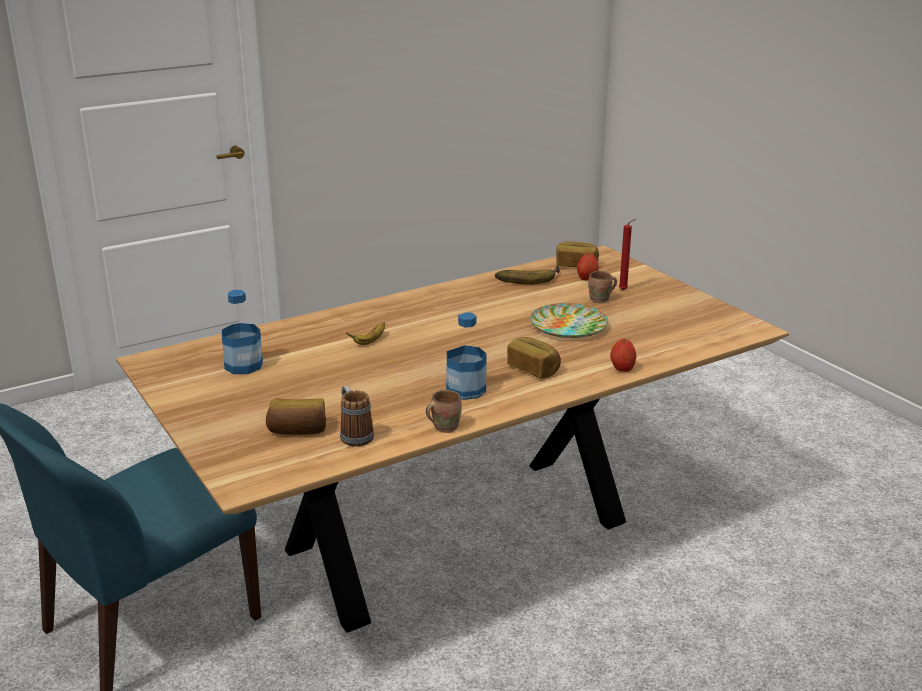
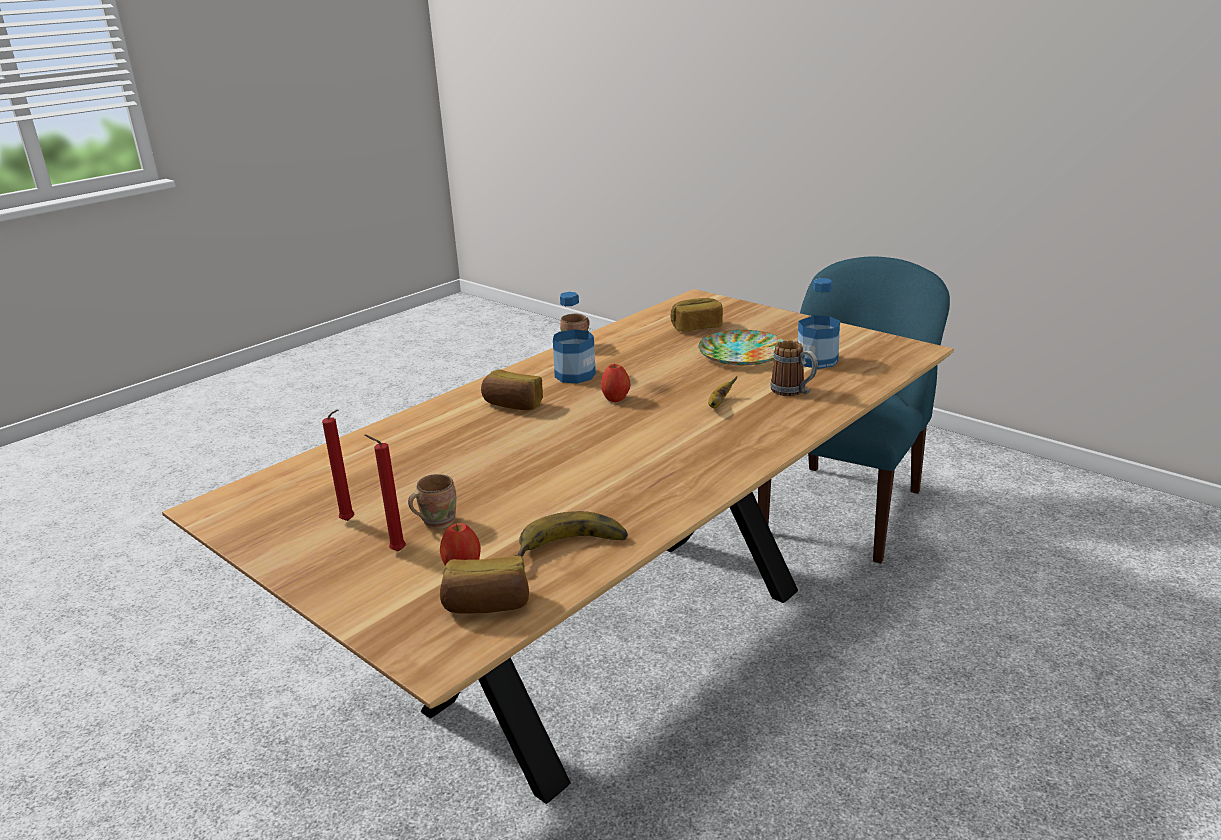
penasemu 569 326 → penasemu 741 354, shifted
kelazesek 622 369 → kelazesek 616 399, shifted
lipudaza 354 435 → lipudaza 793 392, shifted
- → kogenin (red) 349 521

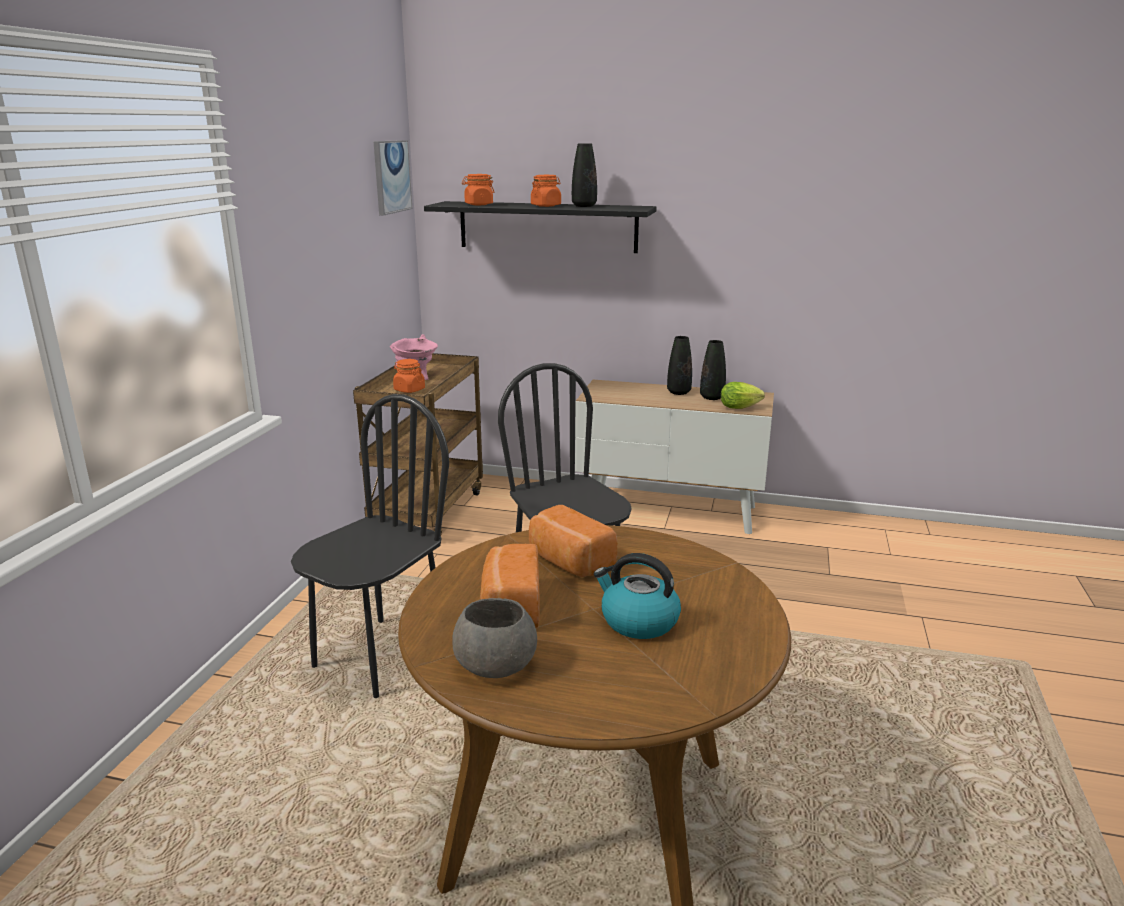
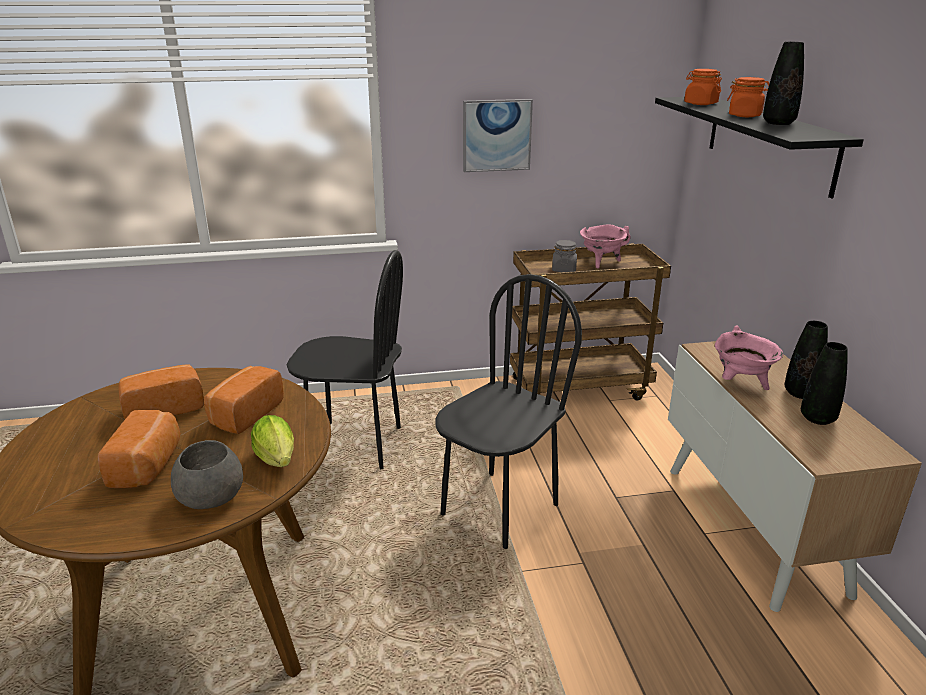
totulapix 391 176 → totulapix 496 135, shifted
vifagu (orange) 409 390 → vifagu (grey) 564 269
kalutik 741 407 → kalutik 278 461, shifted
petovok 638 621 → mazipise 148 466
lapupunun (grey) 494 664 → lapupunun (grey) 211 496, shifted
- → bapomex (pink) 741 384

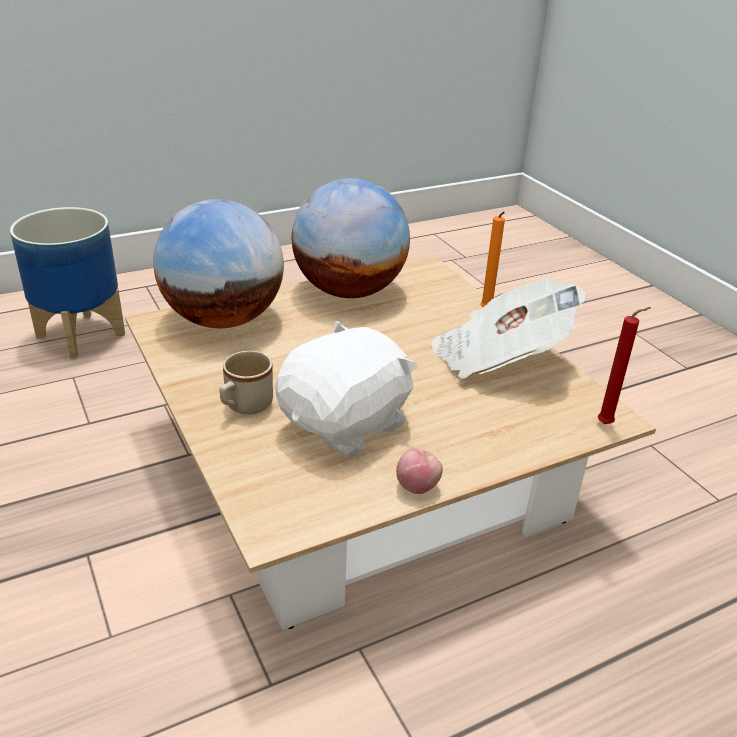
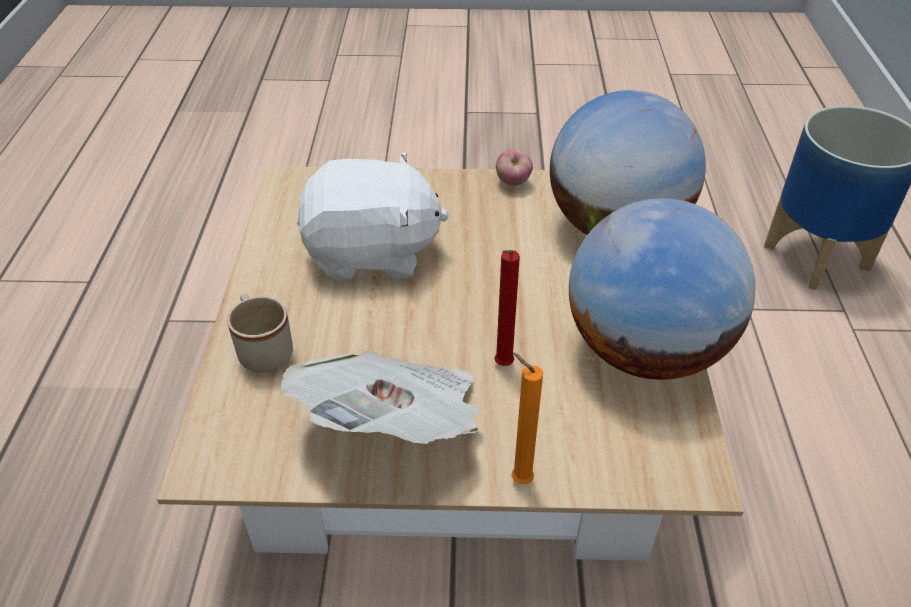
kogenin (red) 607 424 → kogenin (red) 502 366, shifted
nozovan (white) 347 425 → nozovan (white) 372 253, 75 degrees counterclockwise
lipudaza (beige) 244 406 → lipudaza (beige) 263 349, shifted
kelazesek 417 487 → kelazesek 513 183, shifted

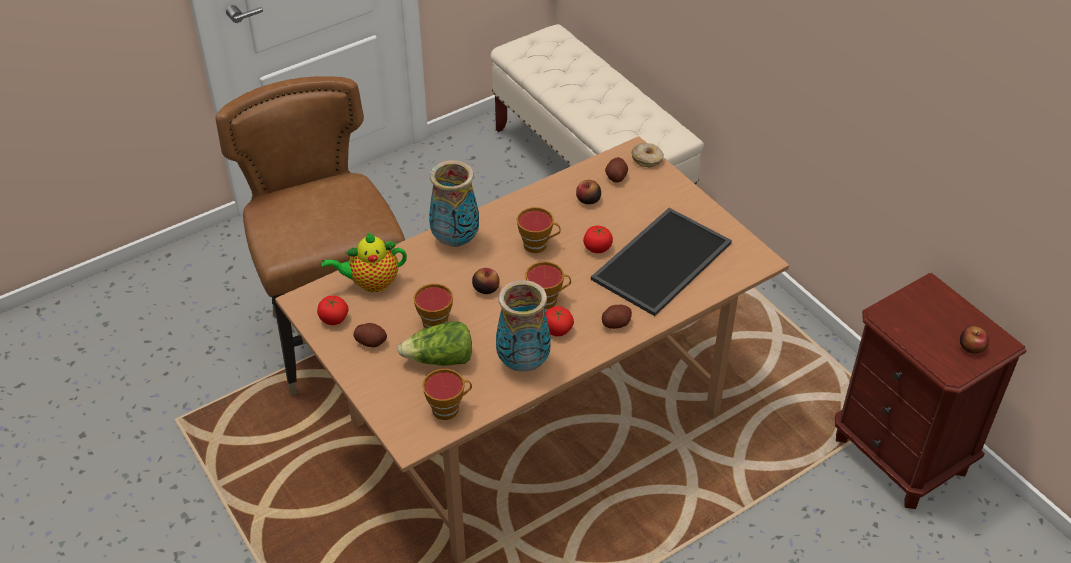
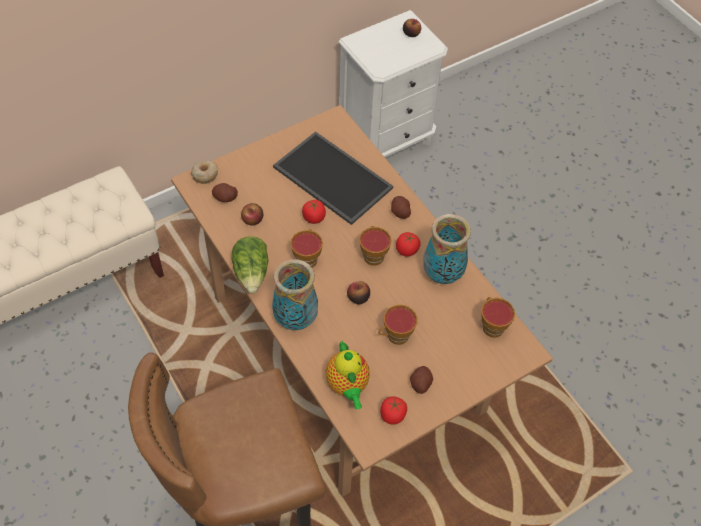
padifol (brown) 900 455 → padifol (white) 387 139
kalutik 440 359 → kalutik 252 273, shifted

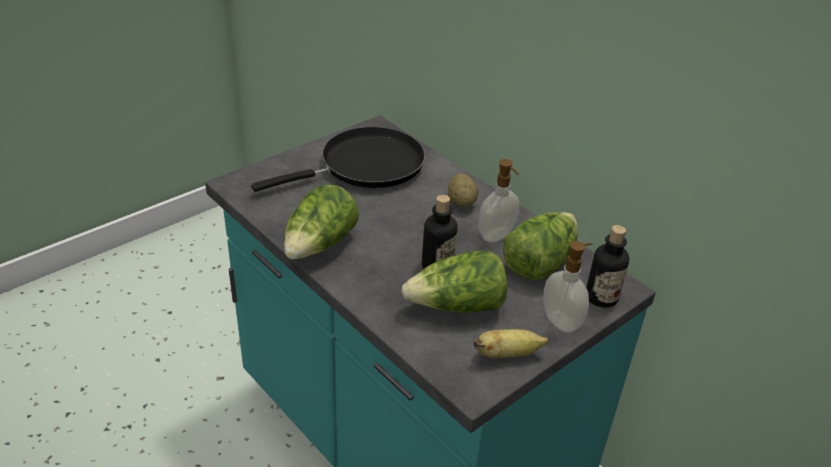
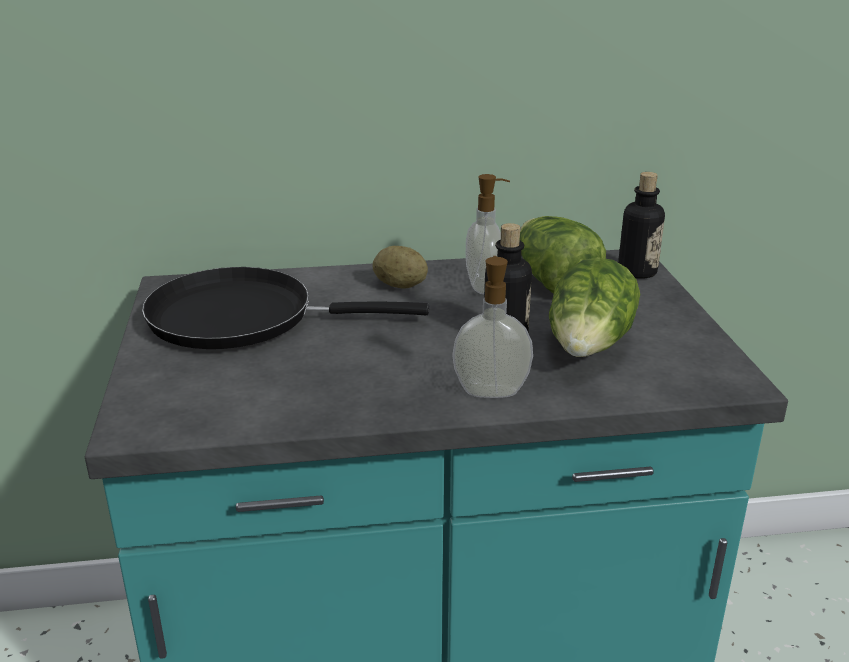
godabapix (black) 365 166 → godabapix (black) 243 318, 90 degrees counterclockwise
kalutik 320 245 → -
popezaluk 562 321 → popezaluk 491 390, shifted
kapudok 507 355 → -

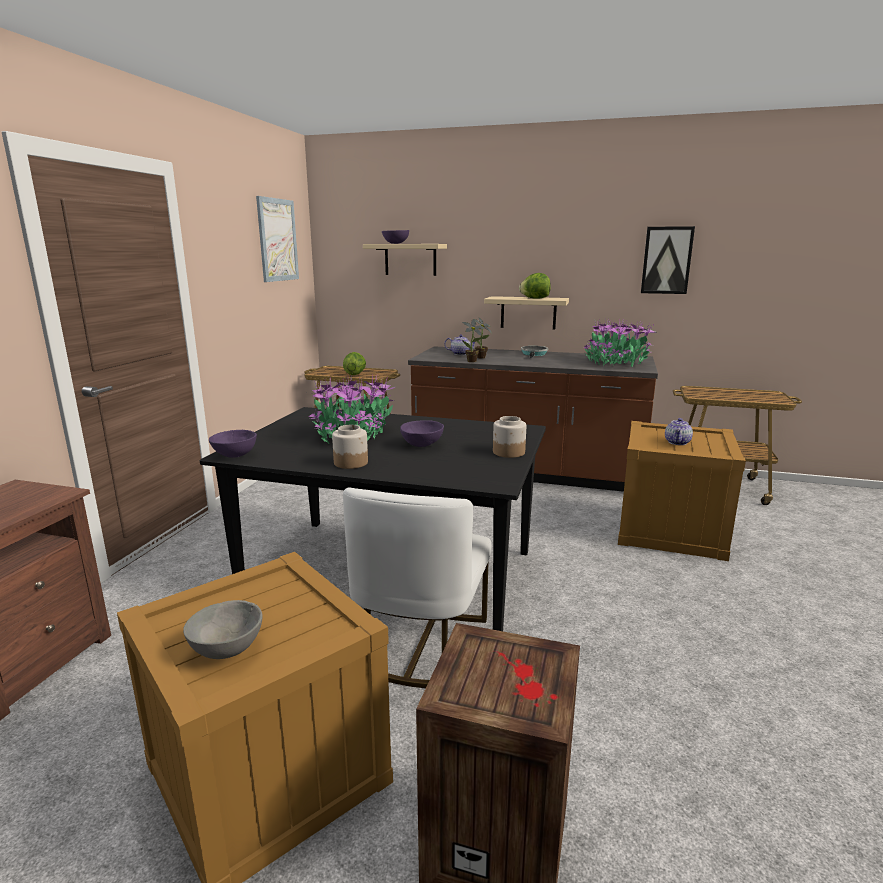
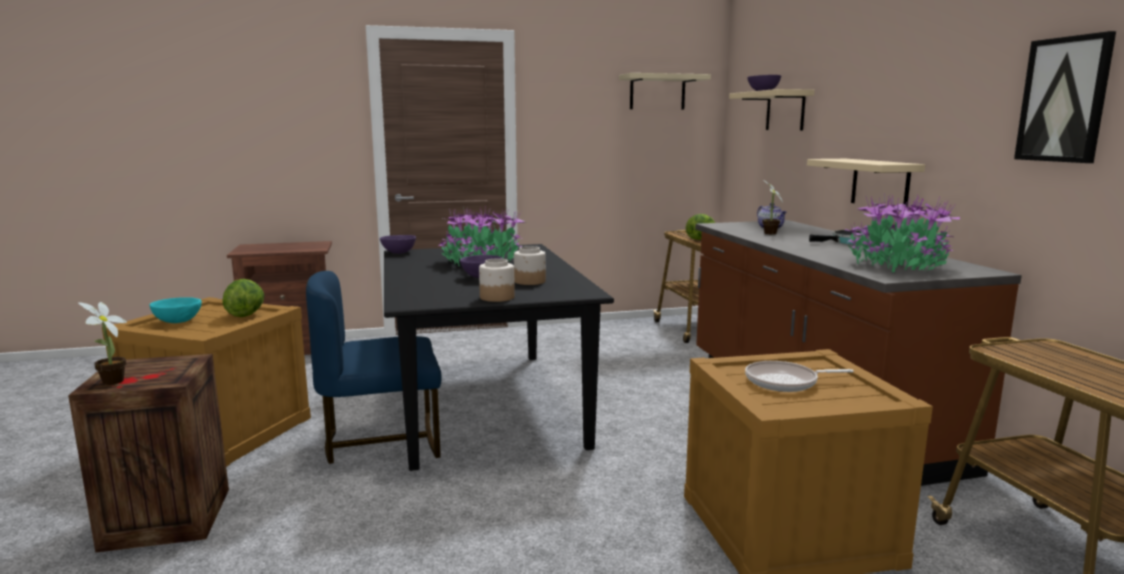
totulapix 277 240 → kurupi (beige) 657 92
kalutik 535 298 → kalutik 245 315, shifted
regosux 473 361 → regosux 110 383, shifted
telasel 677 442 → godabapix 785 382
vifagu 351 462 → vifagu 530 281, shifted
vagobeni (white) 421 645 → vagobeni (blue) 382 441
lapupunun (grey) 226 649 → lapupunun (turquoise) 177 321

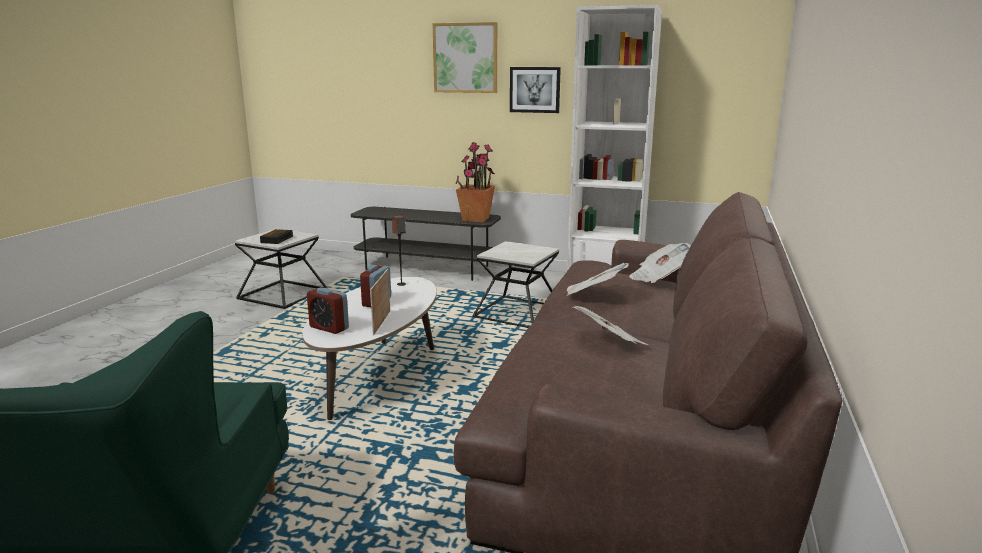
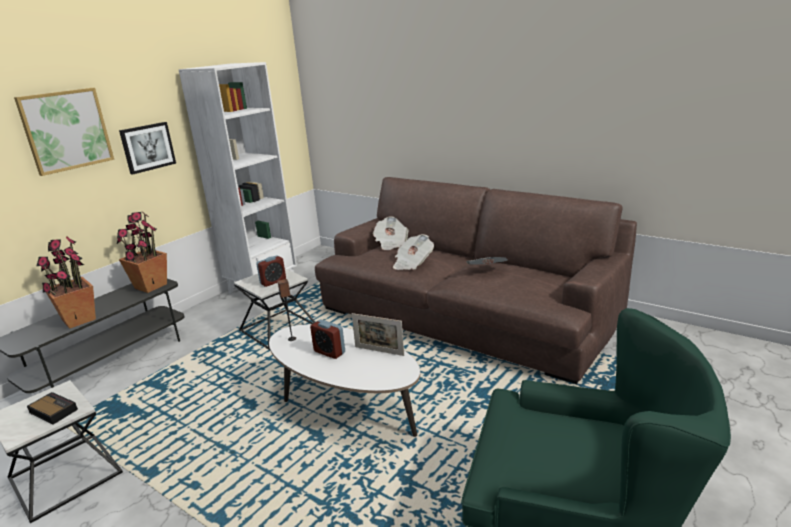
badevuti 329 328 → badevuti 273 282, shifted
- → regosux 78 320

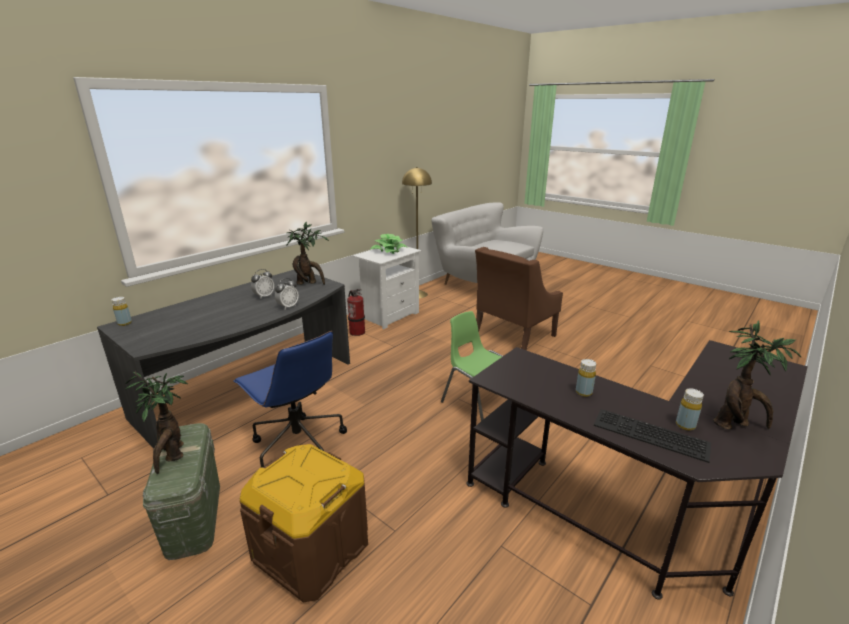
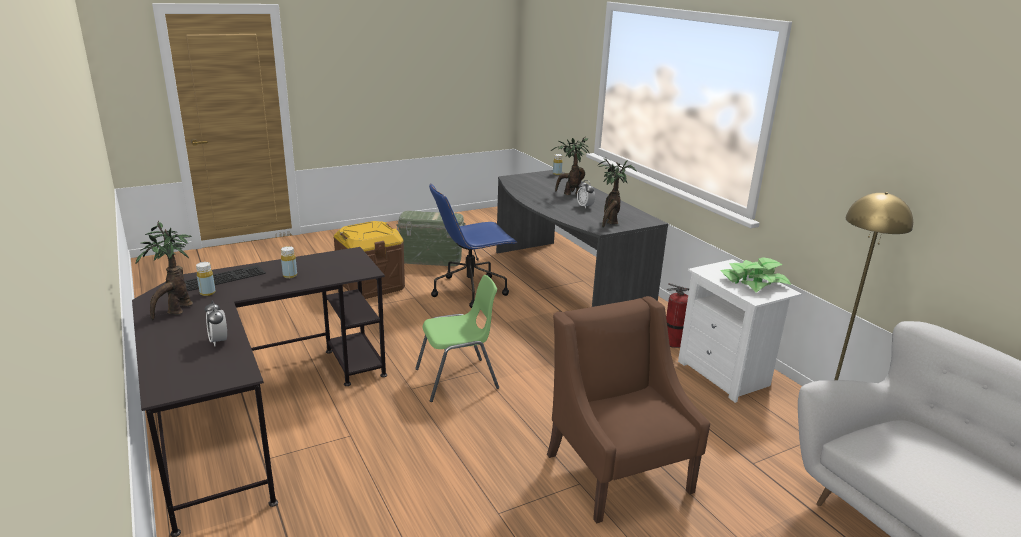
badevuti 288 306 → badevuti 219 341, shifted
regosux 172 456 → regosux 570 194, shifted

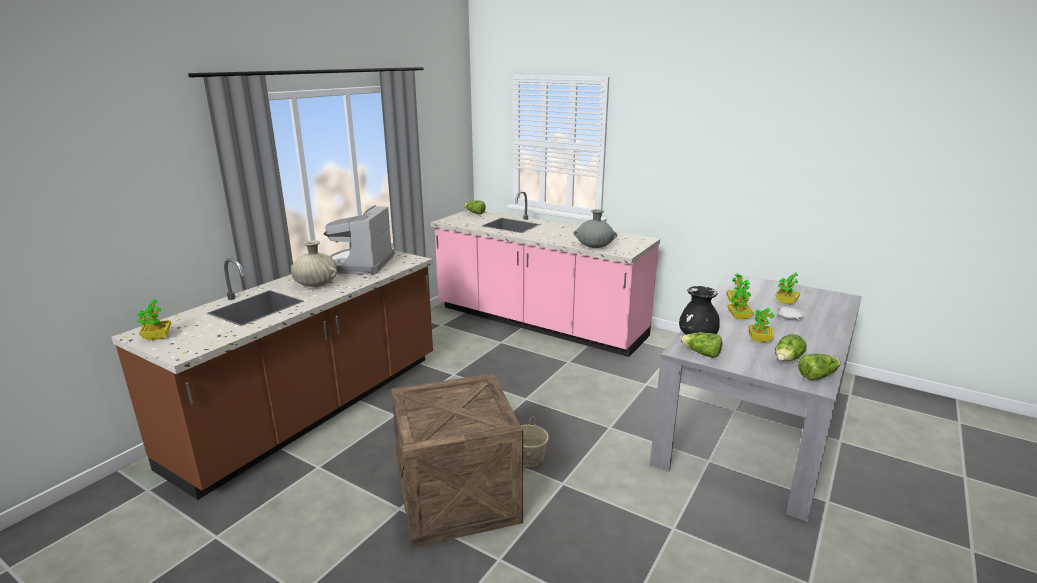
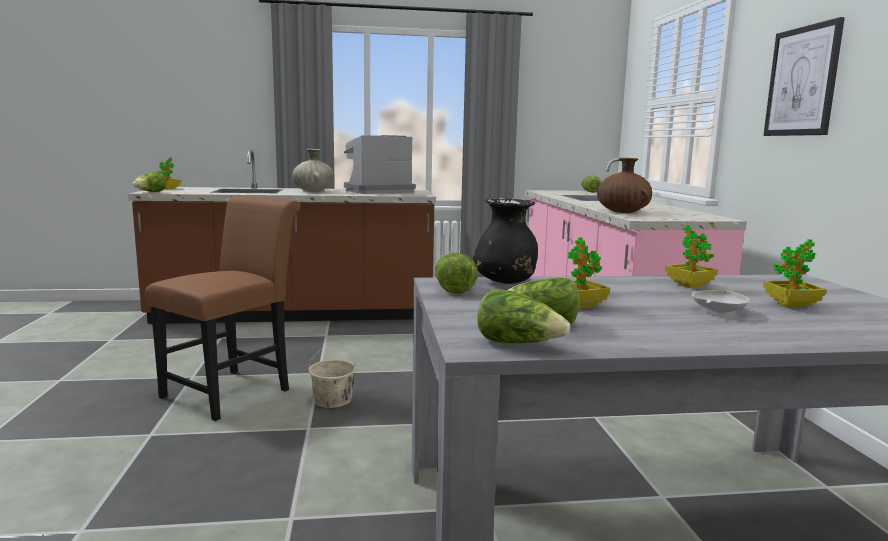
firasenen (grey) 594 246 → firasenen (brown) 622 212
regosux 739 317 → -
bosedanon 458 496 → vagobeni (brown) 233 391
- → totulapix 802 81
- → kalutik 150 192

